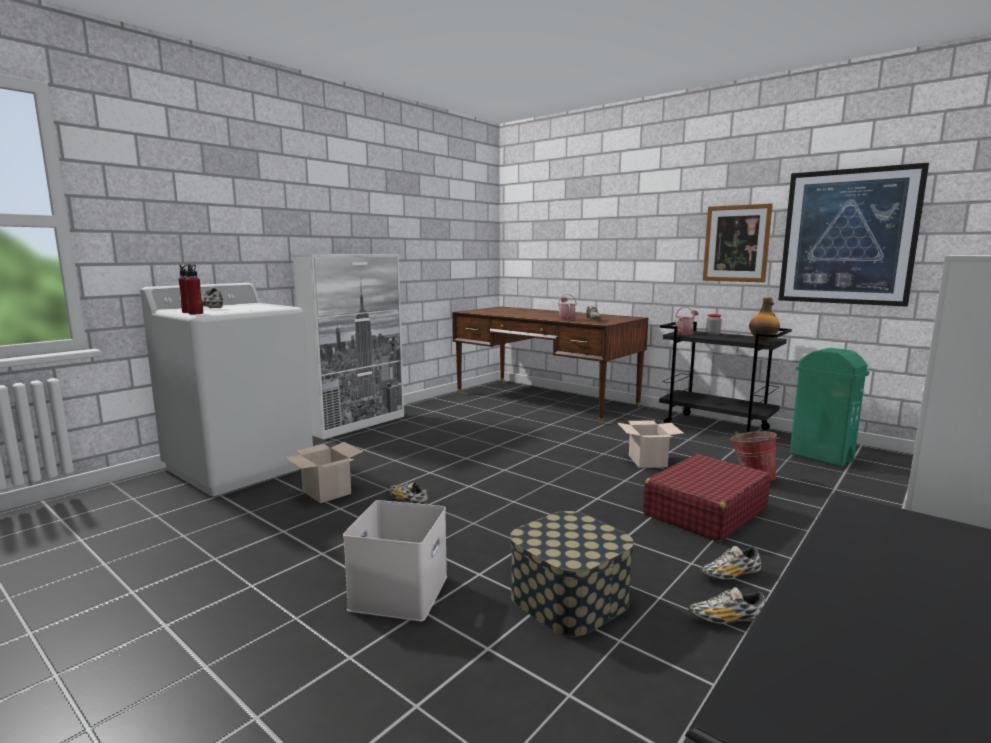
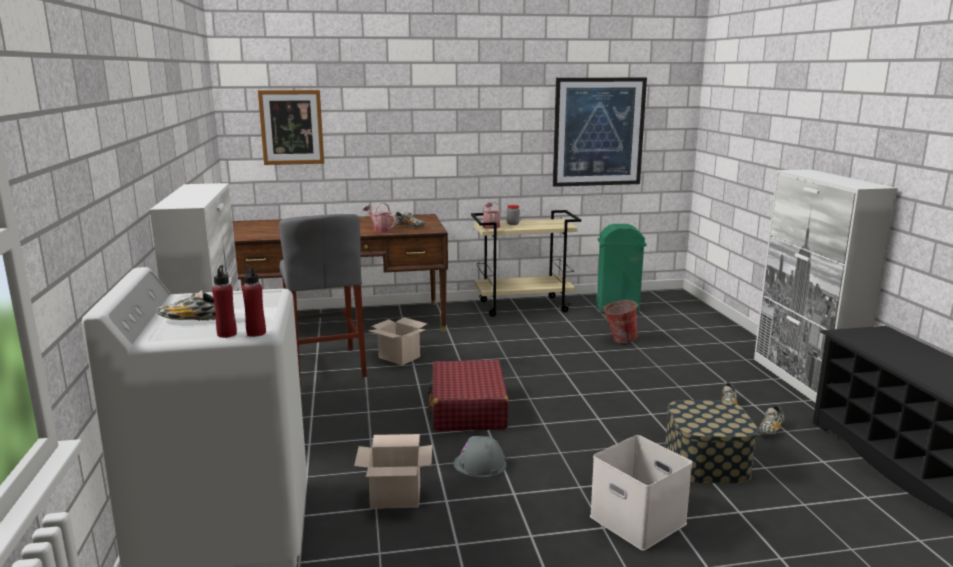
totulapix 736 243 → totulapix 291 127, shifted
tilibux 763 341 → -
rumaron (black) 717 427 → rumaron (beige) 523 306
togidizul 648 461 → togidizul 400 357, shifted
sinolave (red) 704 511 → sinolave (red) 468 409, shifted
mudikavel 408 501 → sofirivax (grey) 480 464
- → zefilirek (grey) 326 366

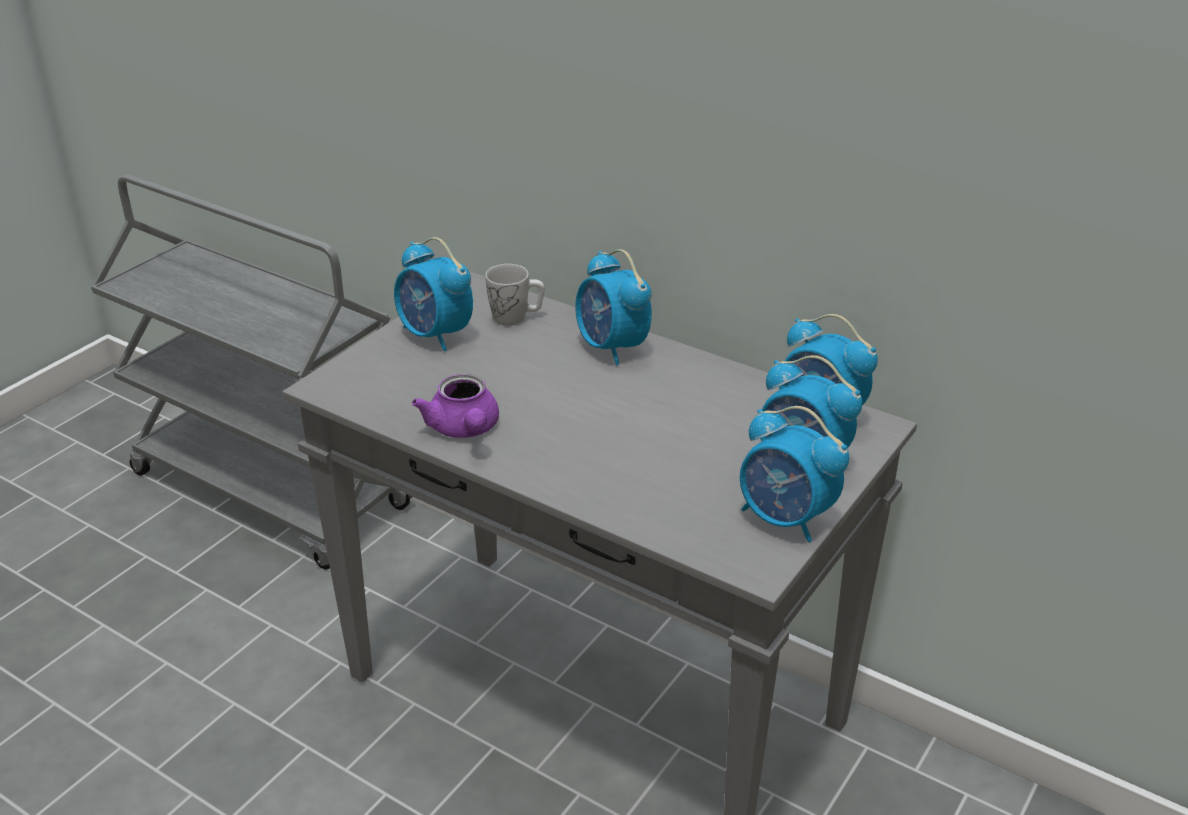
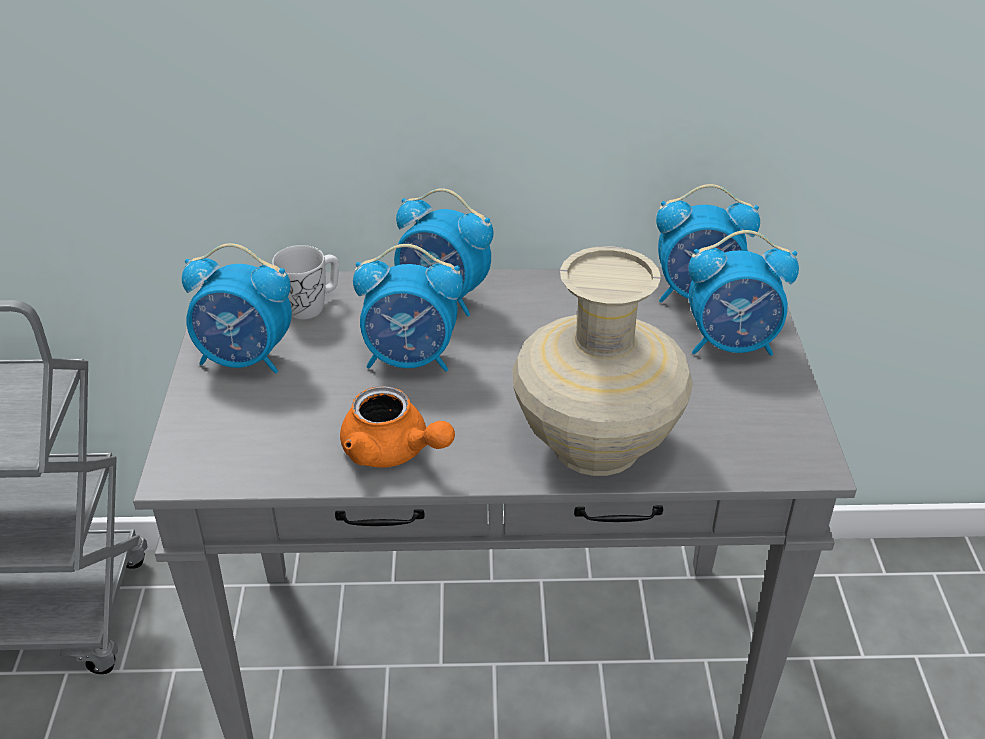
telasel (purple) 464 429 → telasel (orange) 393 451
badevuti 785 519 → badevuti 411 359, shifted
- → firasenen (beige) 594 443

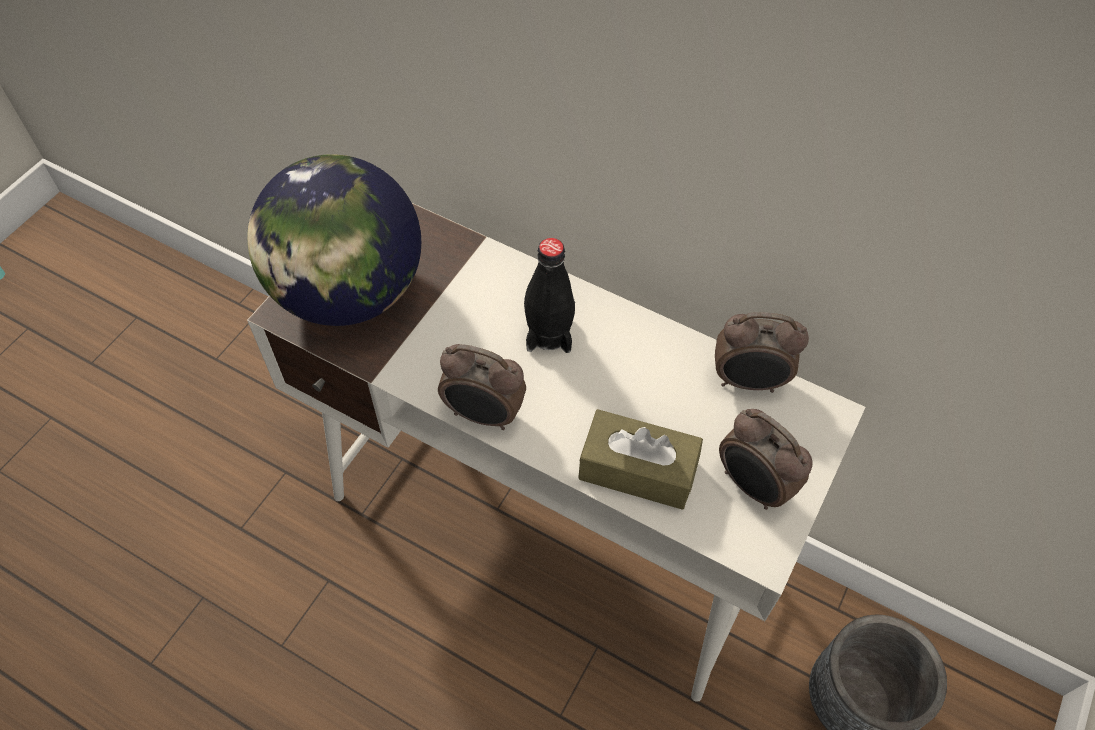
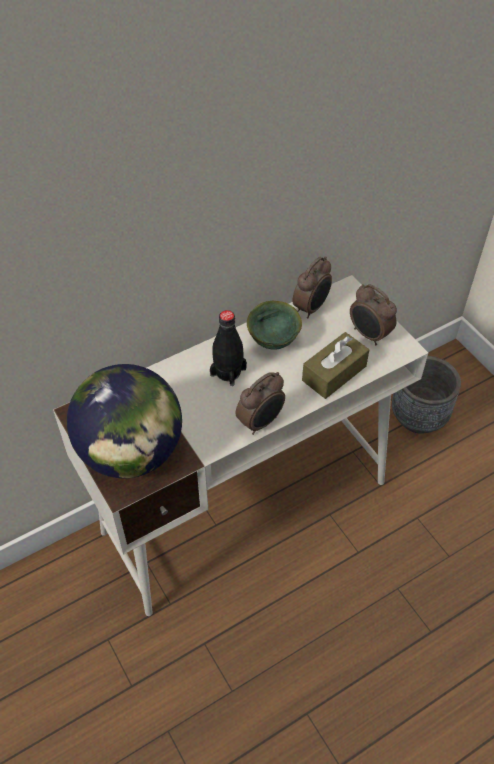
badevuti 752 486 → badevuti 369 335, 60 degrees clockwise
- → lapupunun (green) 274 341

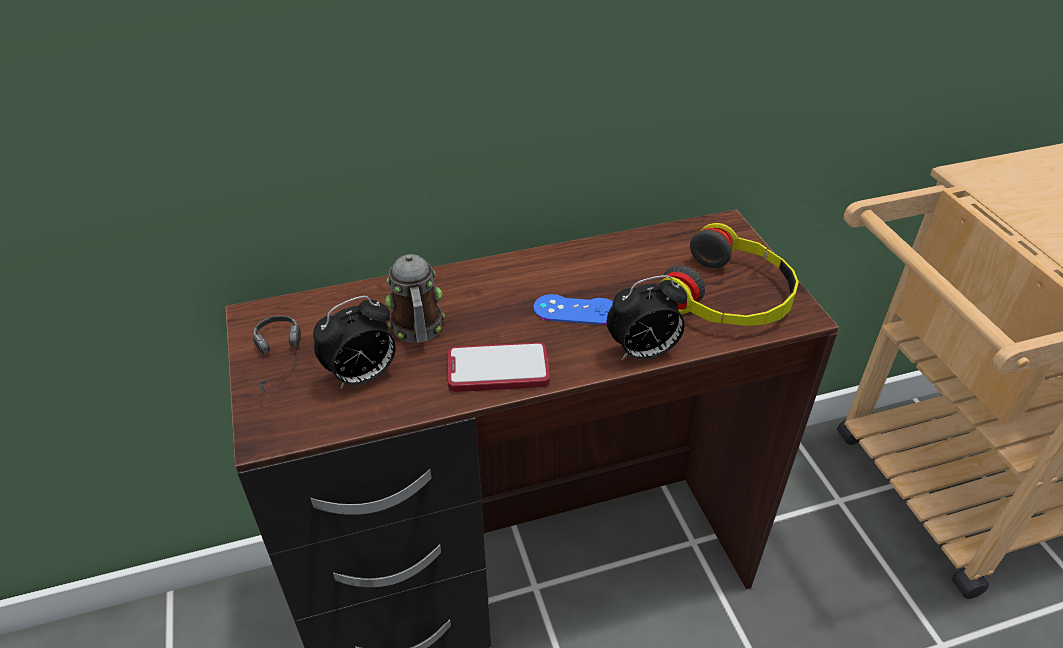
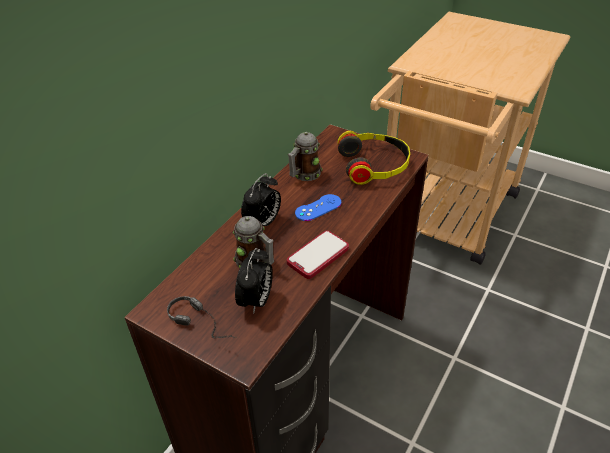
badevuti 643 352 → badevuti 263 222, shifted
- → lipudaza 304 175

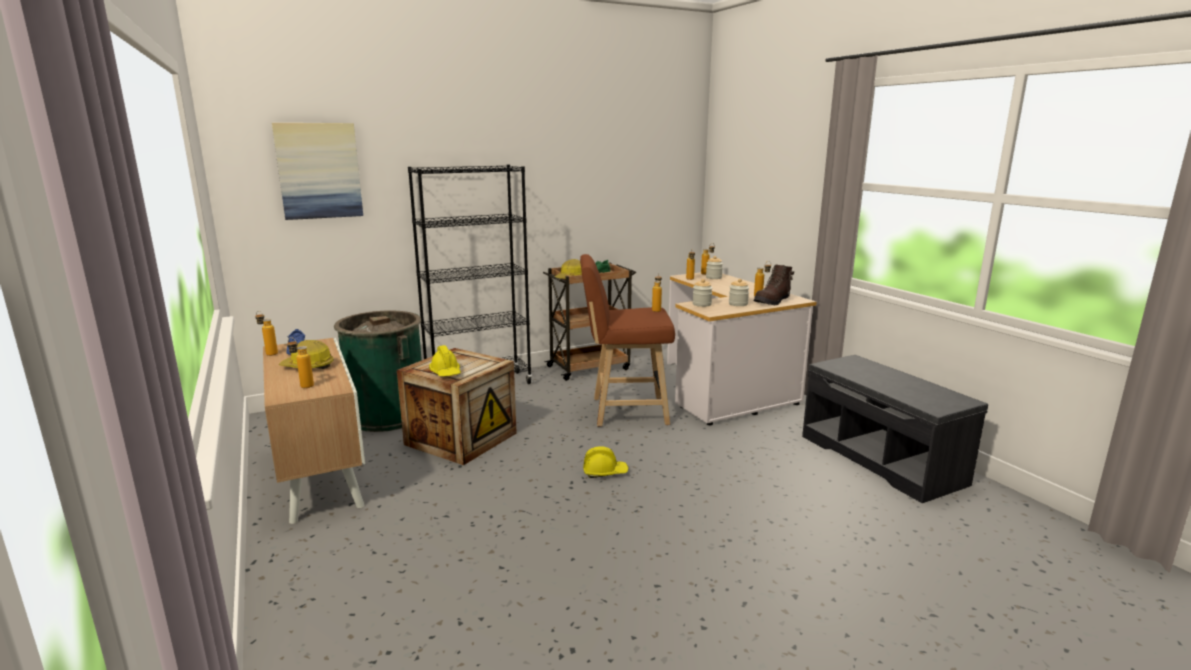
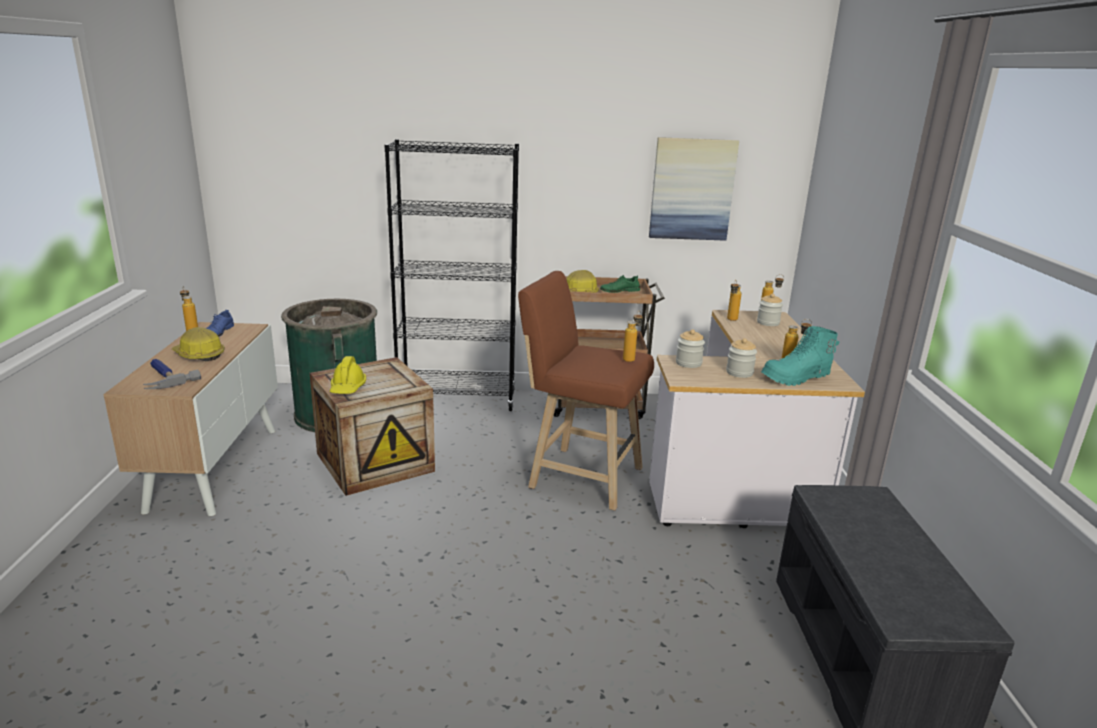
totulapix 319 171 → totulapix 692 189, shifted
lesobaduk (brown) 773 301 → lesobaduk (turquoise) 796 378
tilibux 303 385 → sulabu 163 377
sofirivax (yellow) 605 472 → -

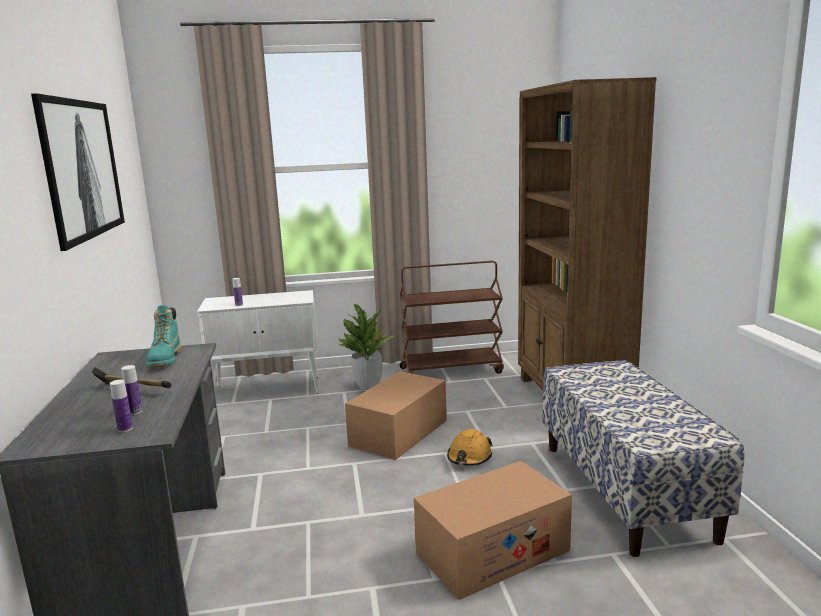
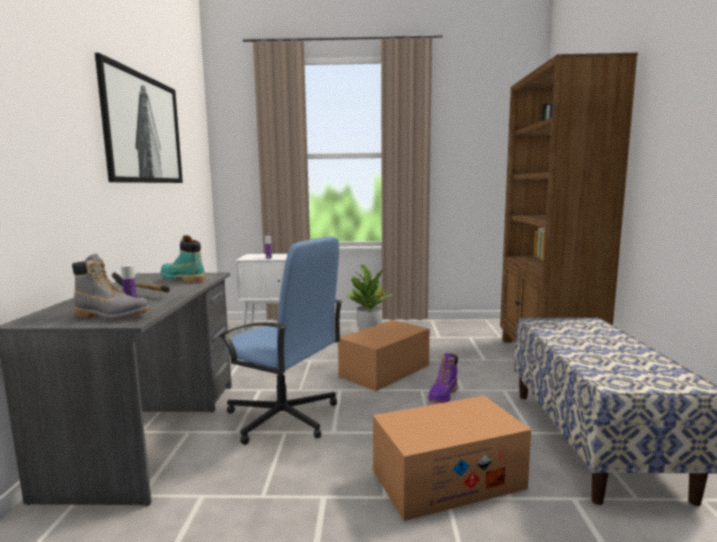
rumaron (brown) 451 370 → -
lesobaduk (turquoise) 165 360 → lesobaduk (turquoise) 183 279, 120 degrees clockwise
tilibux 125 429 → lesobaduk (grey) 112 316
sofirivax (orange) 469 457 → lesobaduk (purple) 443 395
- → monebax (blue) 284 417

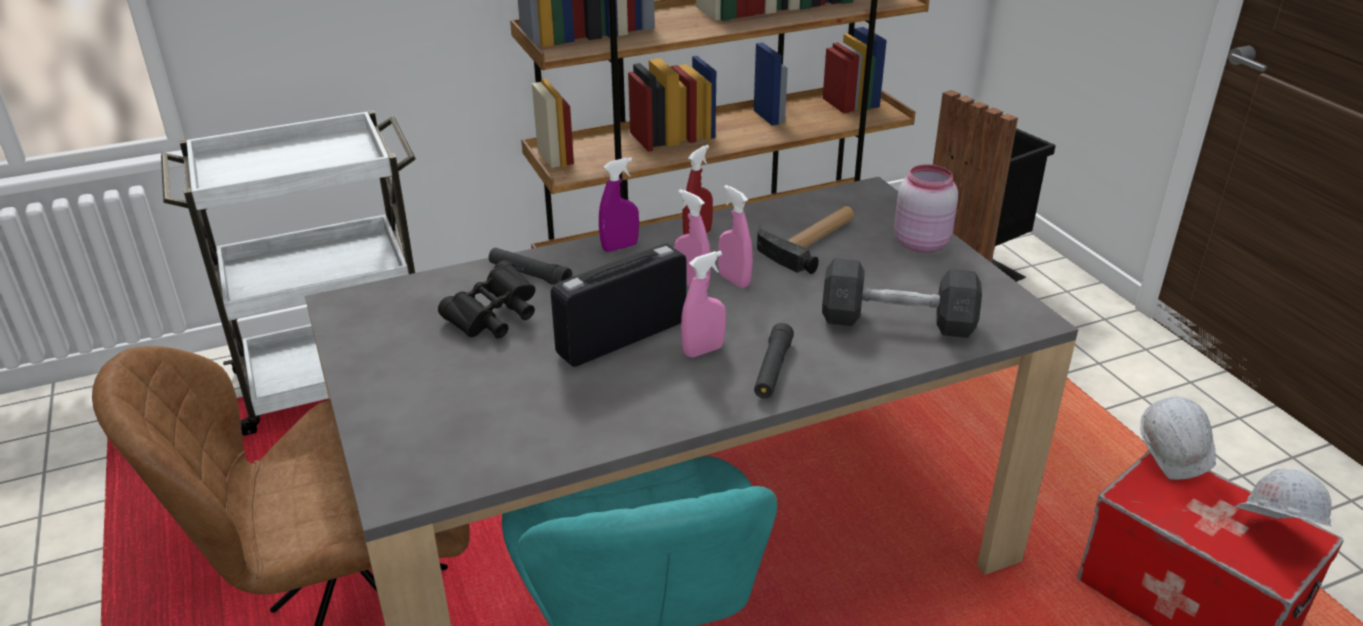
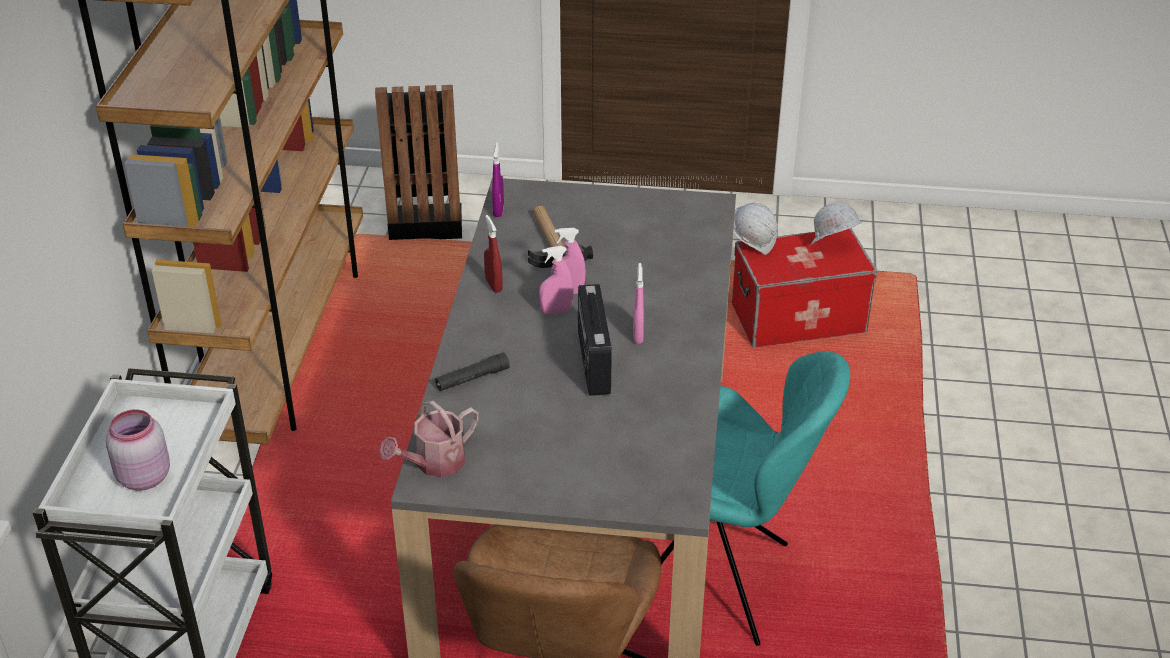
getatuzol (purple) 620 247 → getatuzol (purple) 498 210, shifted
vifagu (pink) 920 242 → vifagu (pink) 142 477, shifted
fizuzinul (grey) 897 321 → -
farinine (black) 494 319 → -
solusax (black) 772 369 → -
- → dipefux 434 464

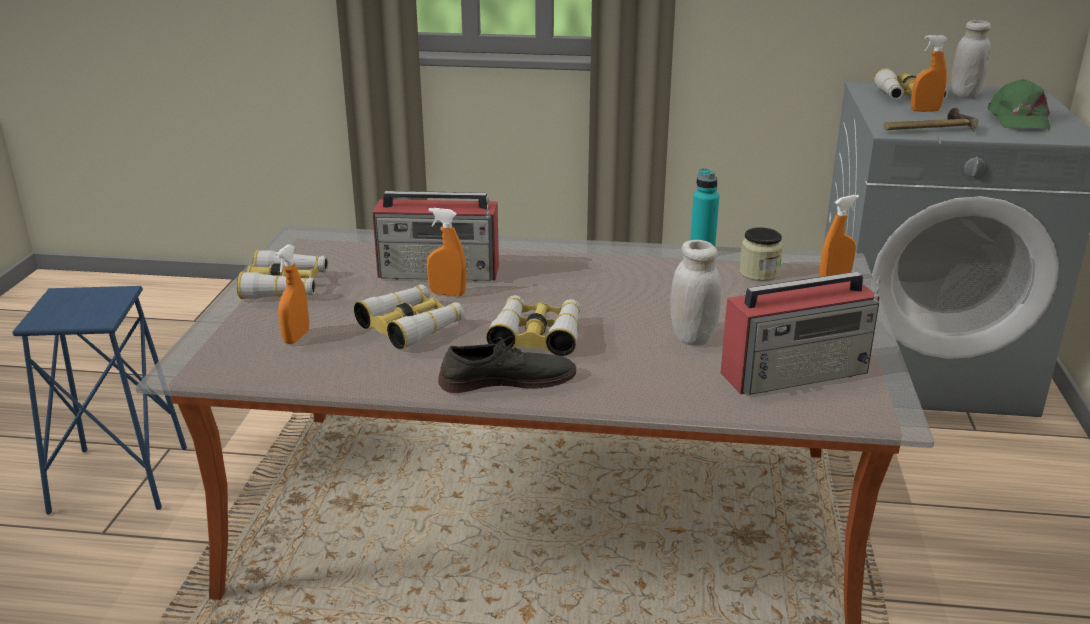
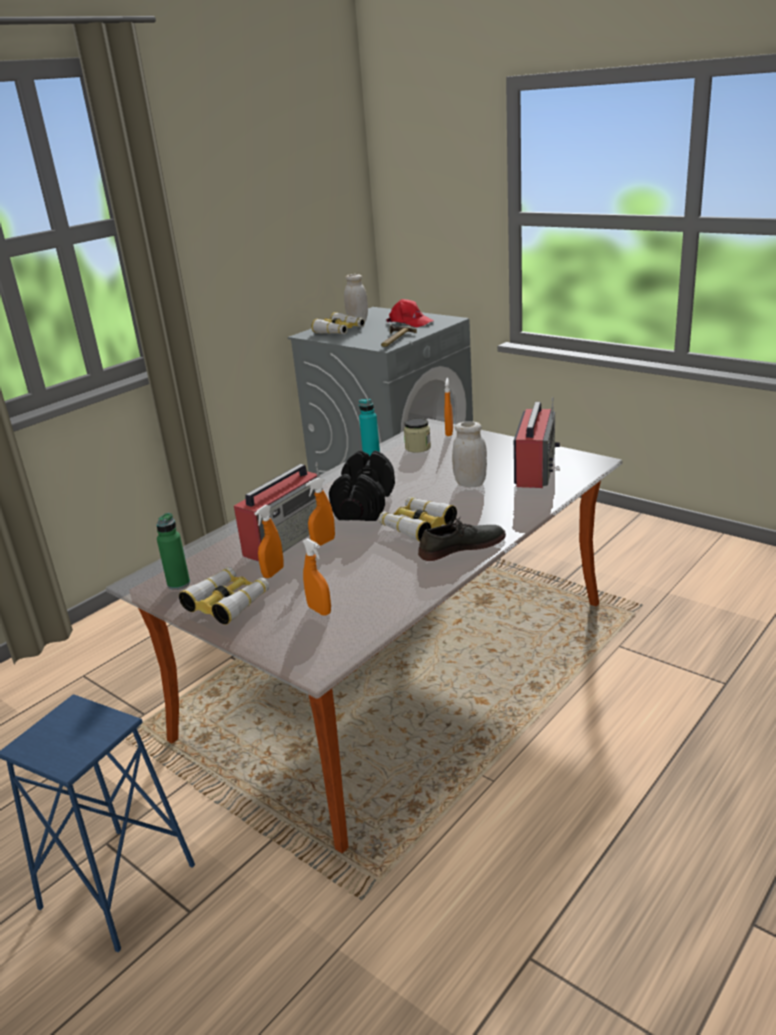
getatuzol (orange) 925 110 → getatuzol (orange) 273 572, shifted
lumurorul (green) 1018 120 → lumurorul (red) 410 322
farinine 411 326 → -
mudikavel (grey) 507 379 → mudikavel (grey) 461 546, 45 degrees clockwise
- → fizuzinul (black) 364 505
- → tilibux (green) 178 584

